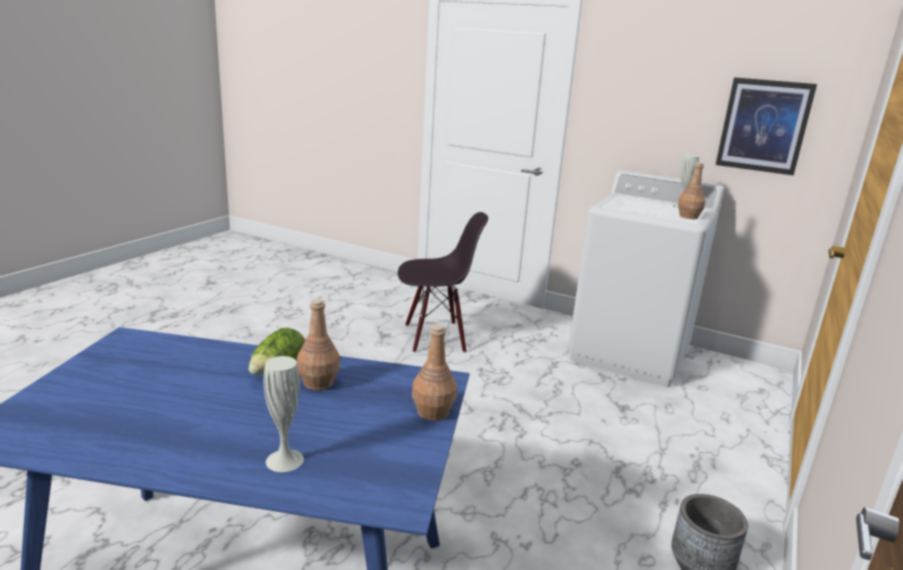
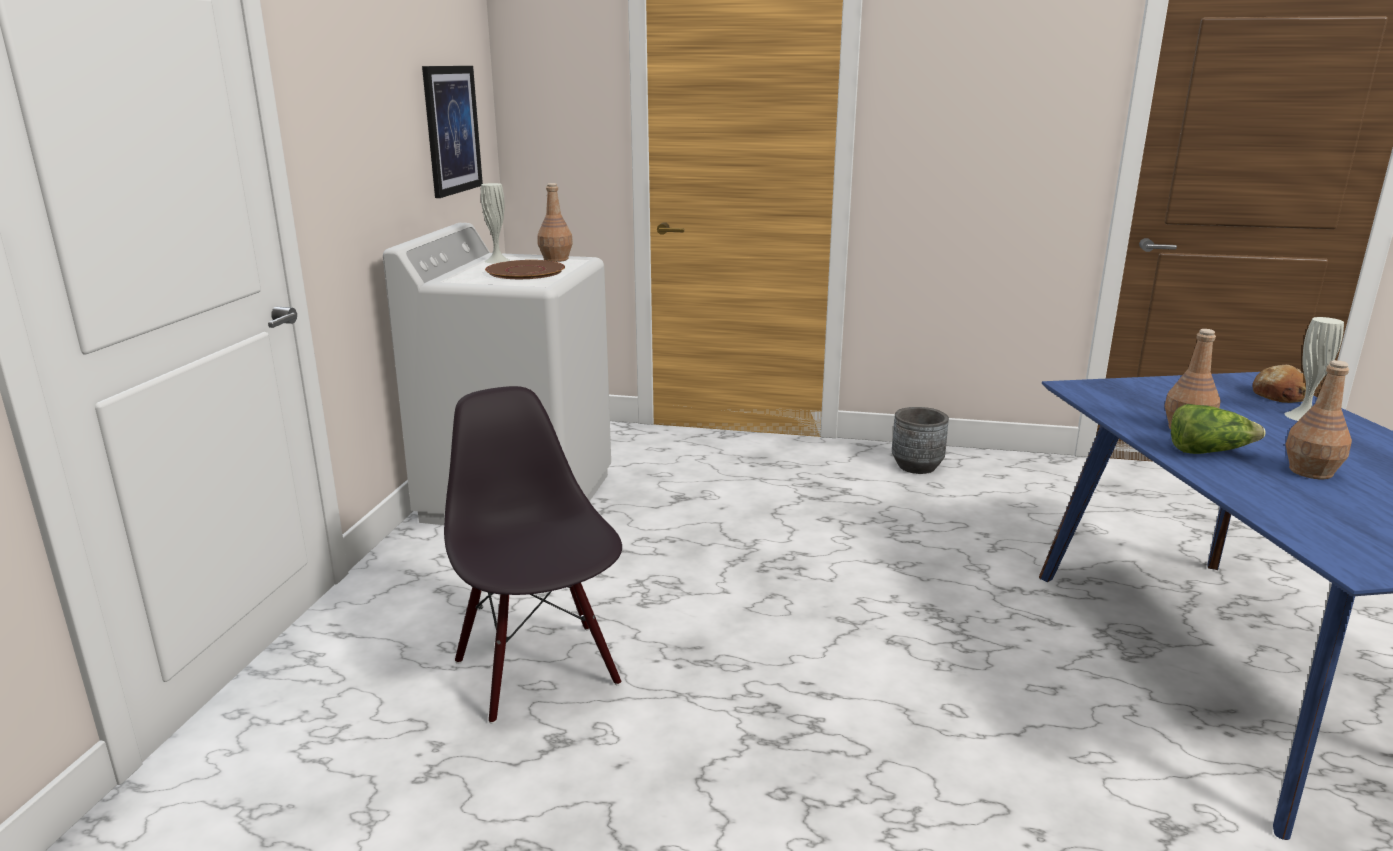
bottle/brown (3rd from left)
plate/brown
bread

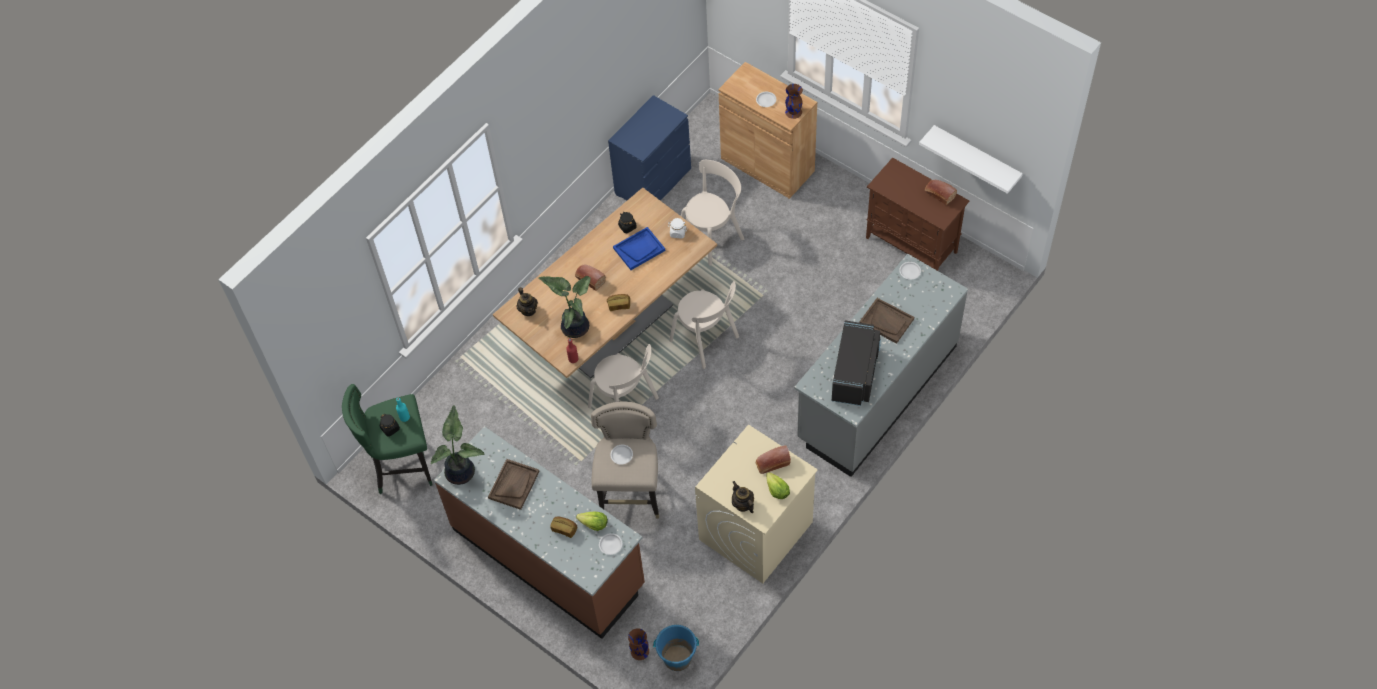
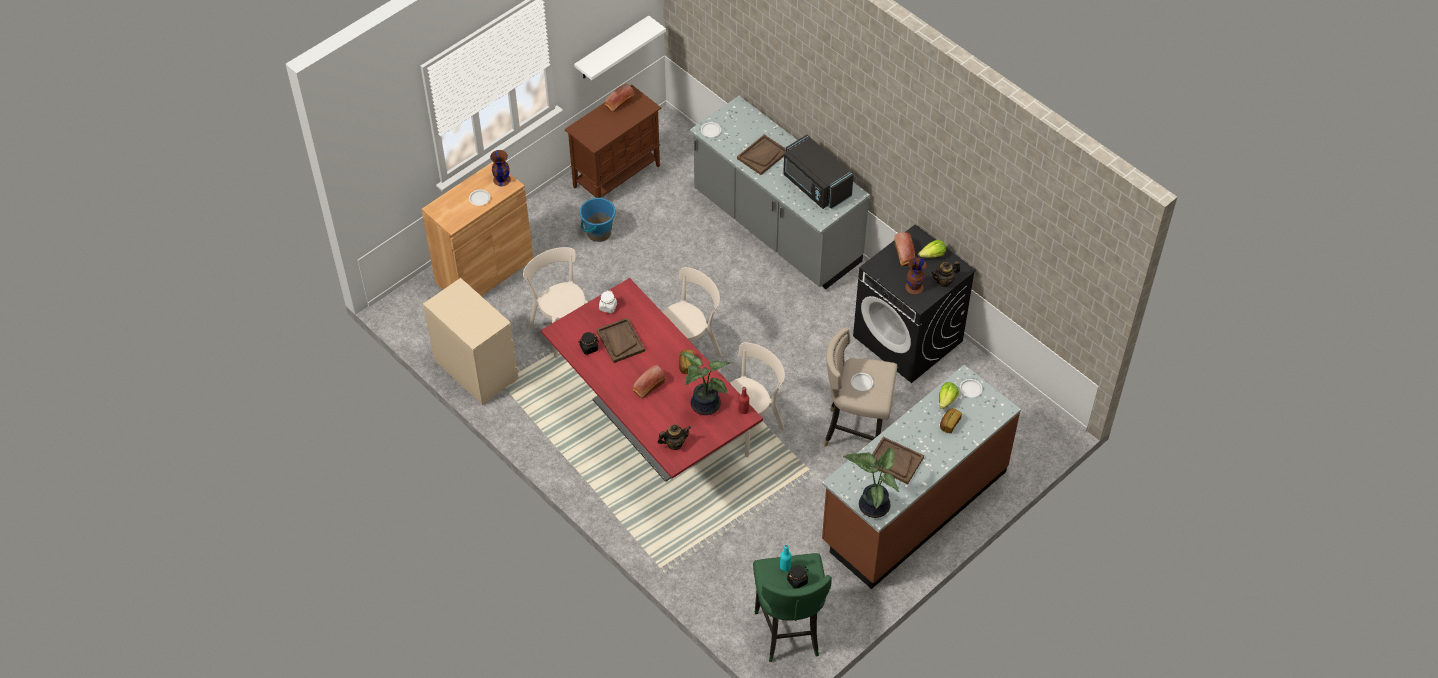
dresser/beige
dining table/red
tray/brown (1st from left)
microwave/black
washing machine/black
bucket/blue
vase/brown (2nd from left)

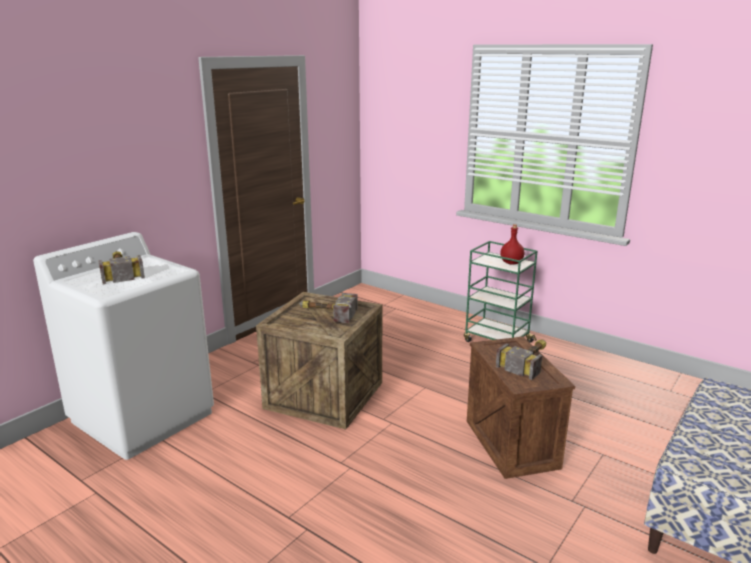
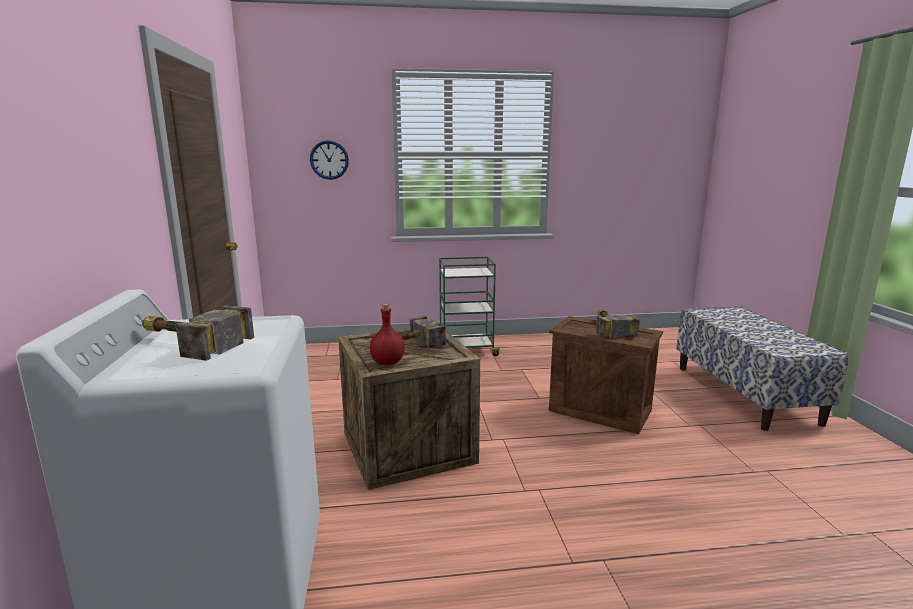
bottle/red
wall clock

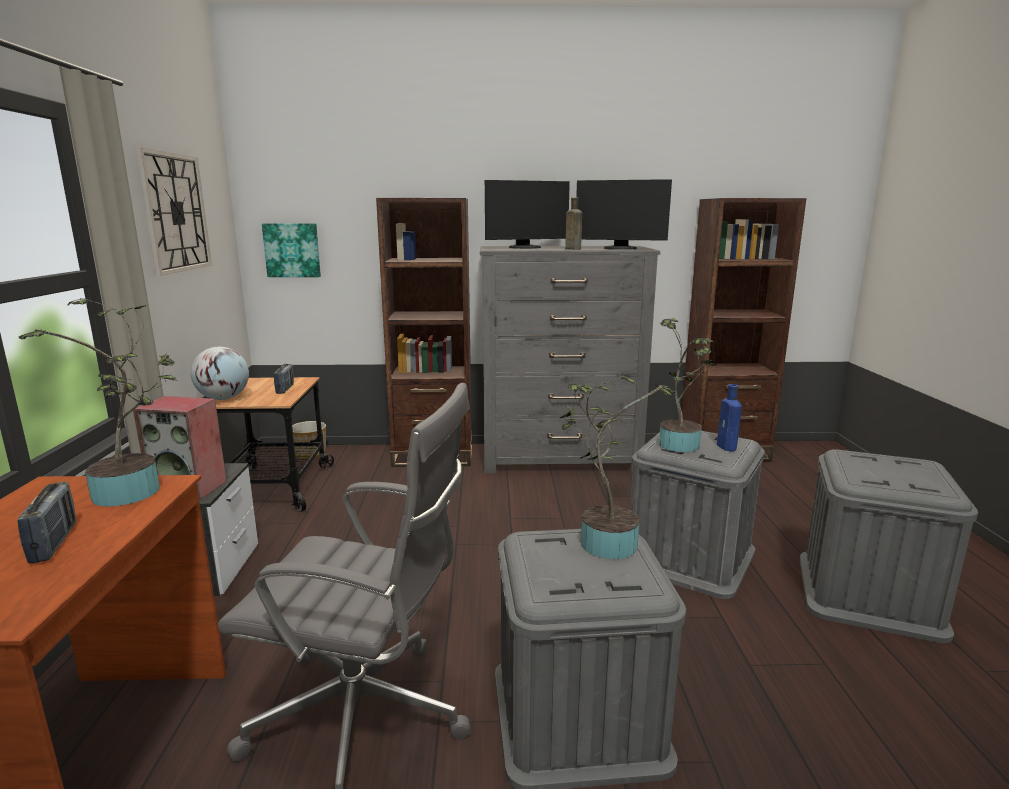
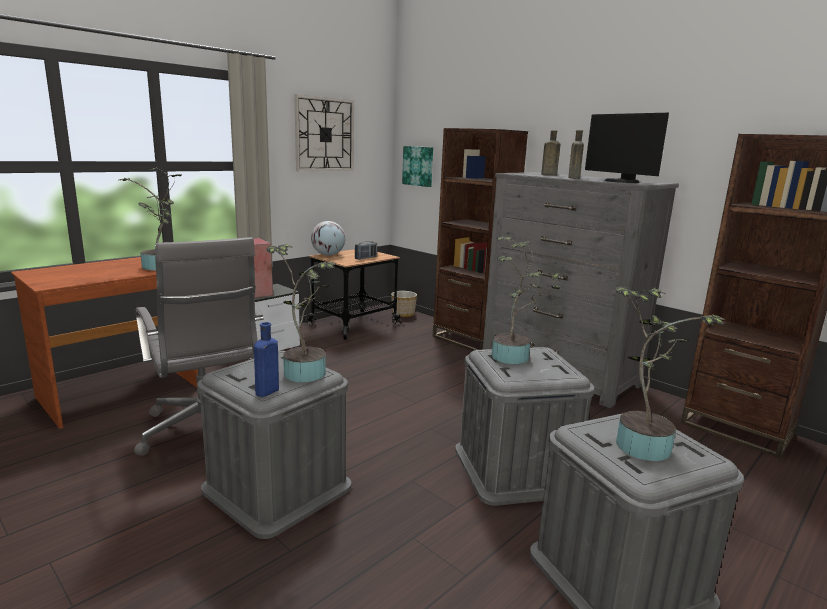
bottle/brown (1st from left)
bottle/blue
radio (1st from left in the first image)
potted plant (4th from left)

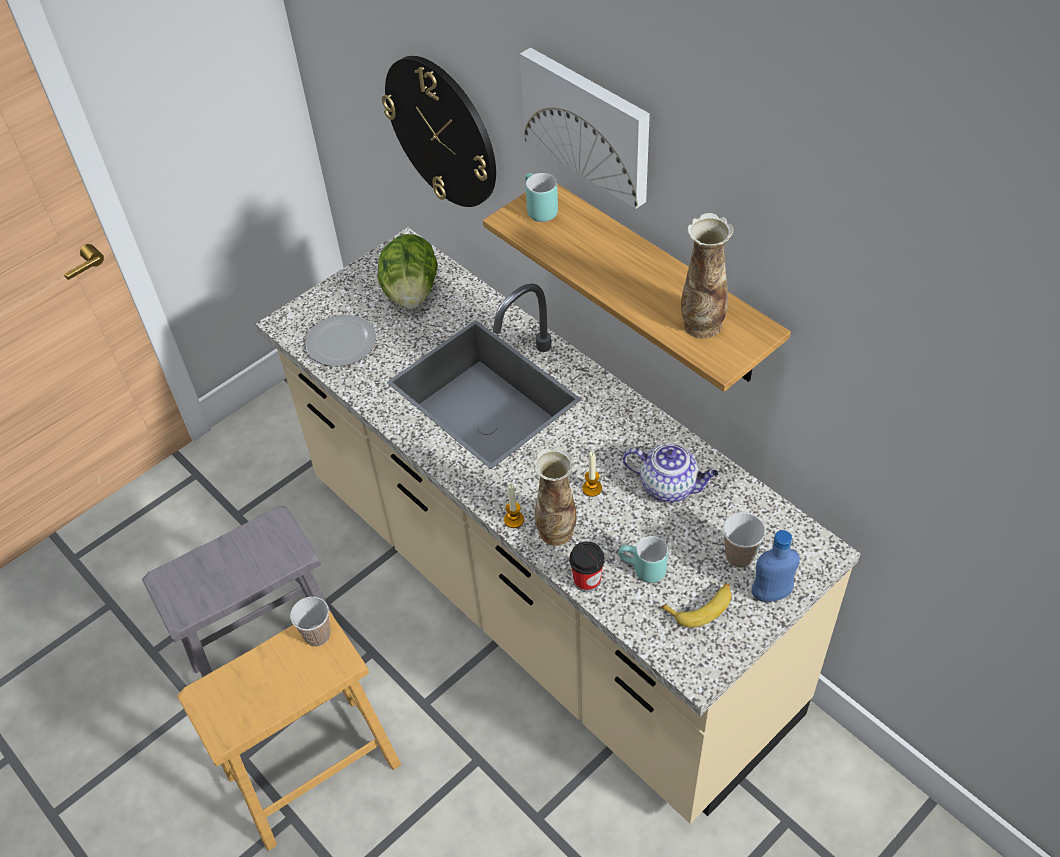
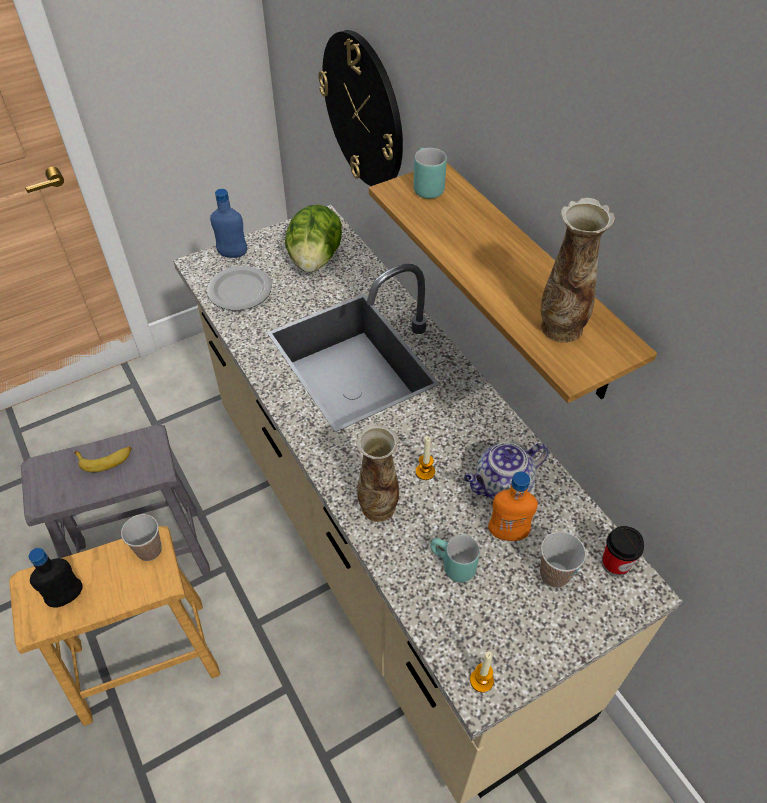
picture
teapot
candle (2nd from left)
bottle/blue
cup (3rd from left)
banana
bottle/orange
bottle/black

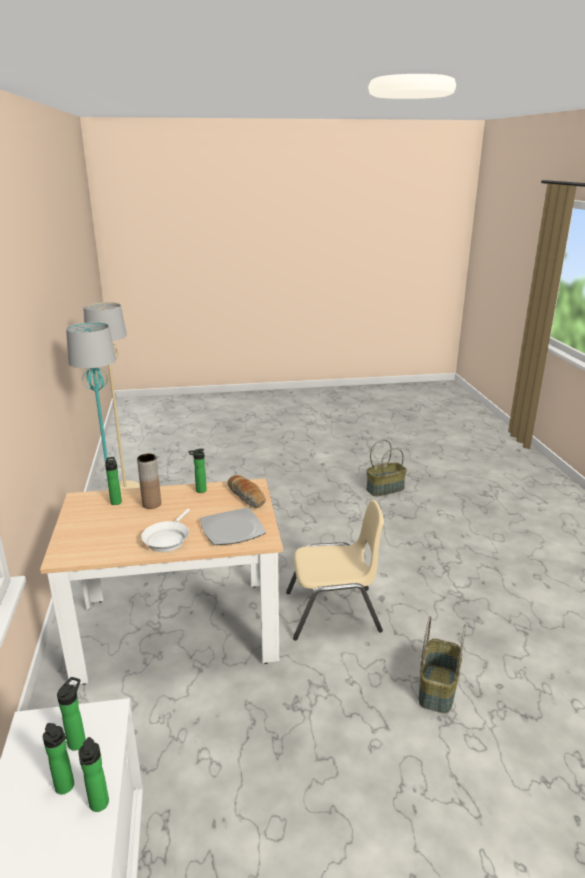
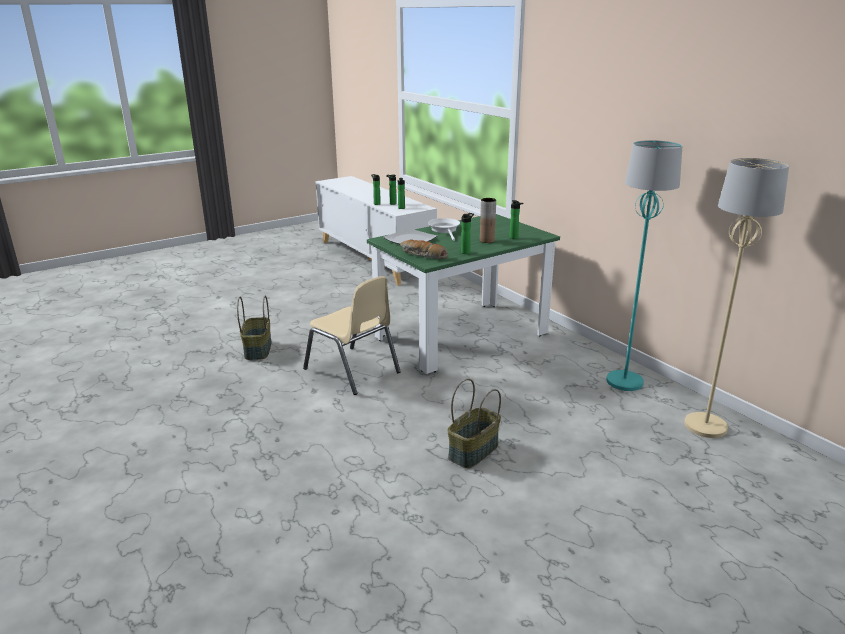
basket (2nd from left)
dining table/green
chair/beige

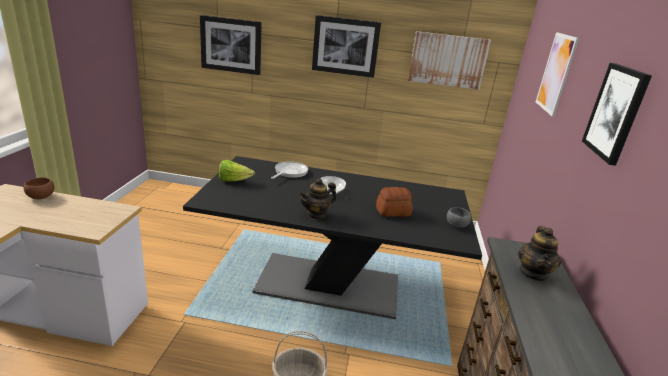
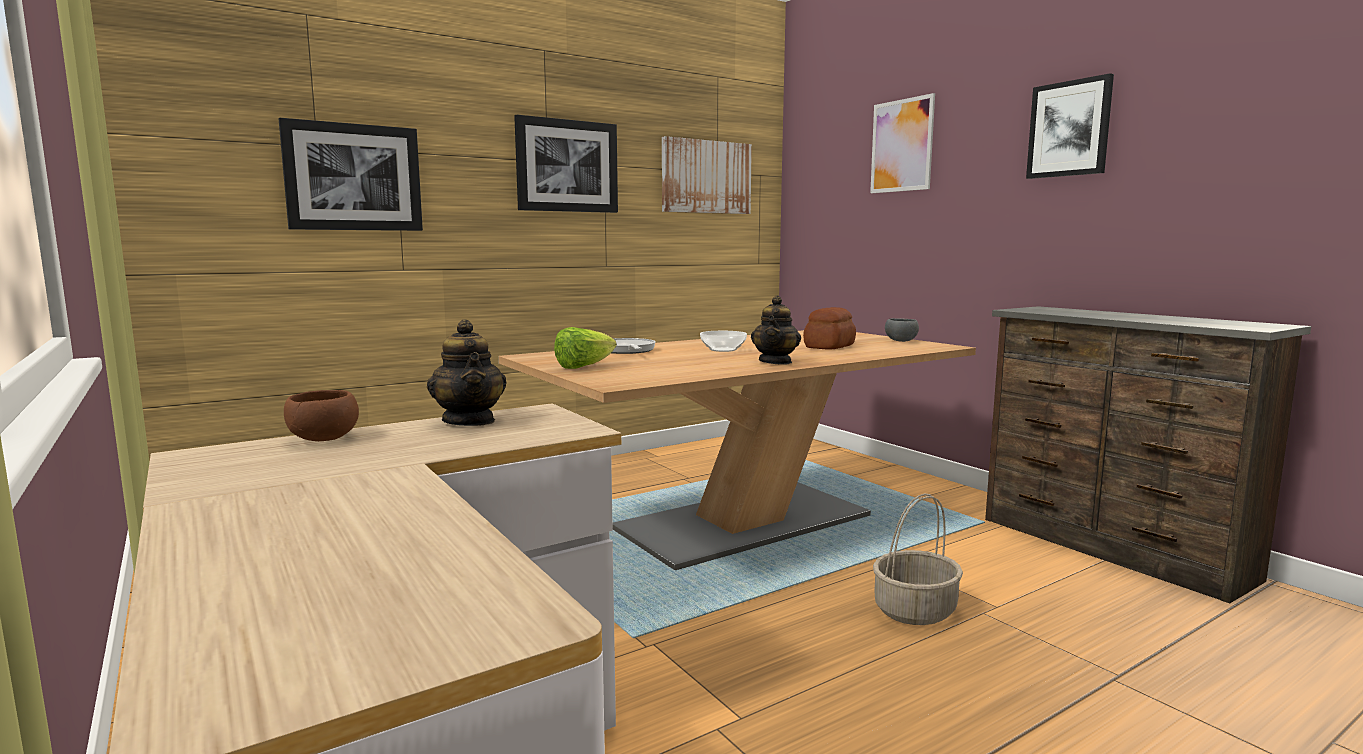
dining table/beige
teapot (1st from left)

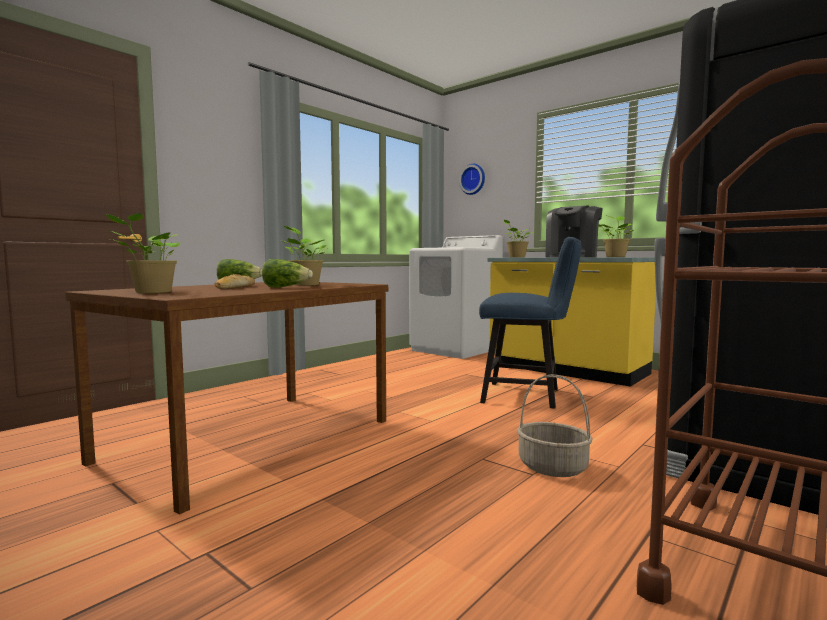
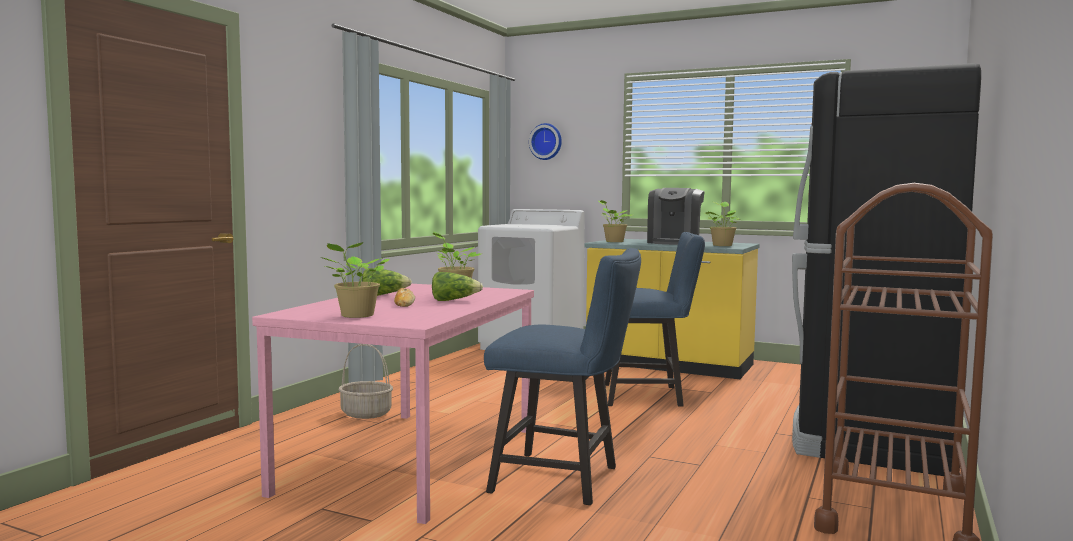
dining table/pink
basket
chair/blue (1st from left)

